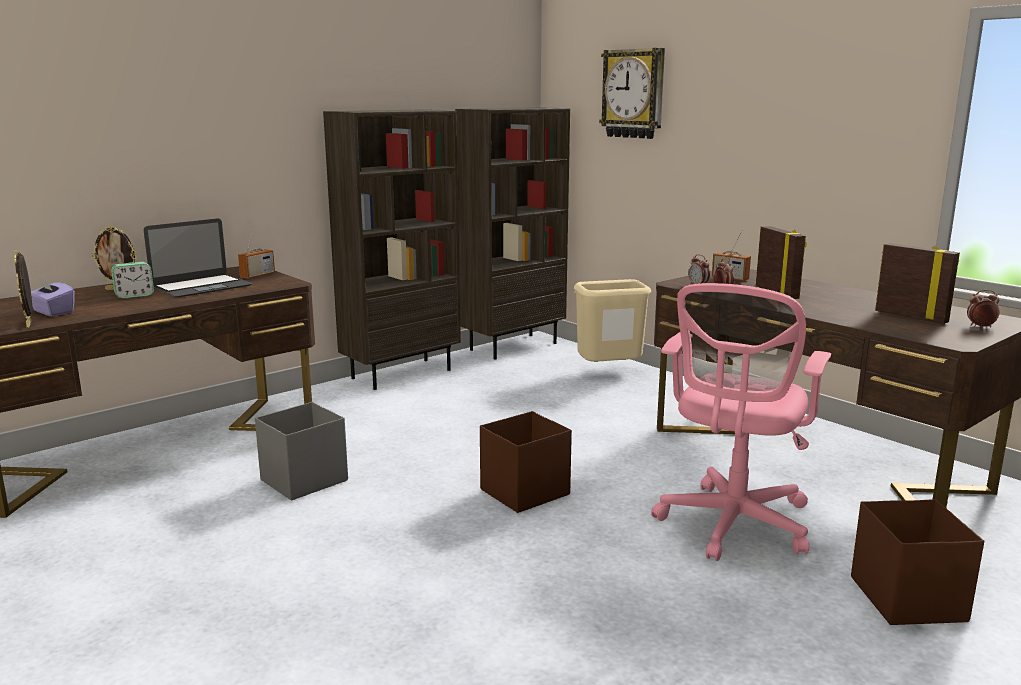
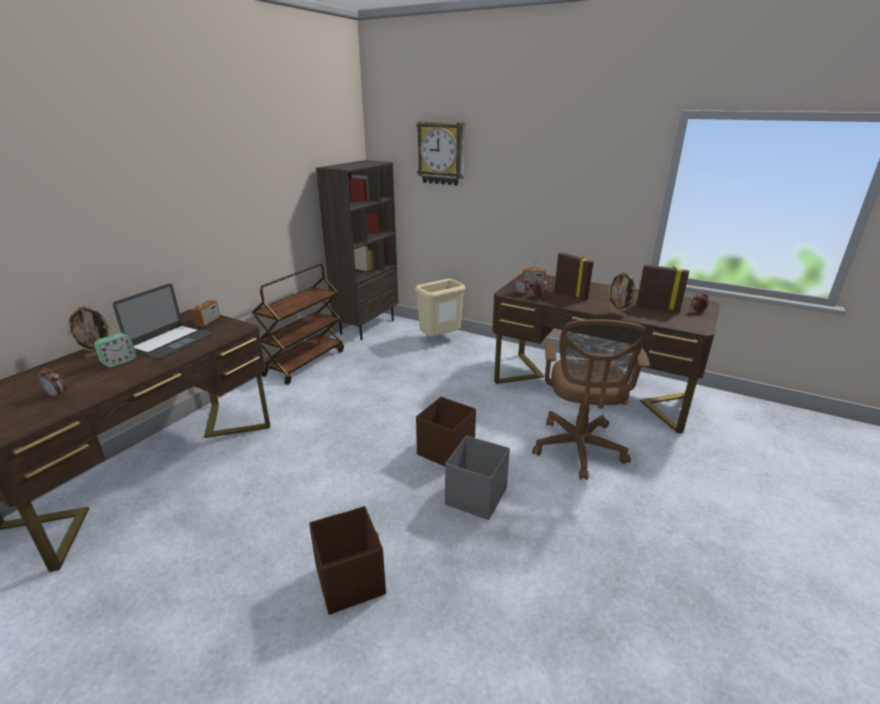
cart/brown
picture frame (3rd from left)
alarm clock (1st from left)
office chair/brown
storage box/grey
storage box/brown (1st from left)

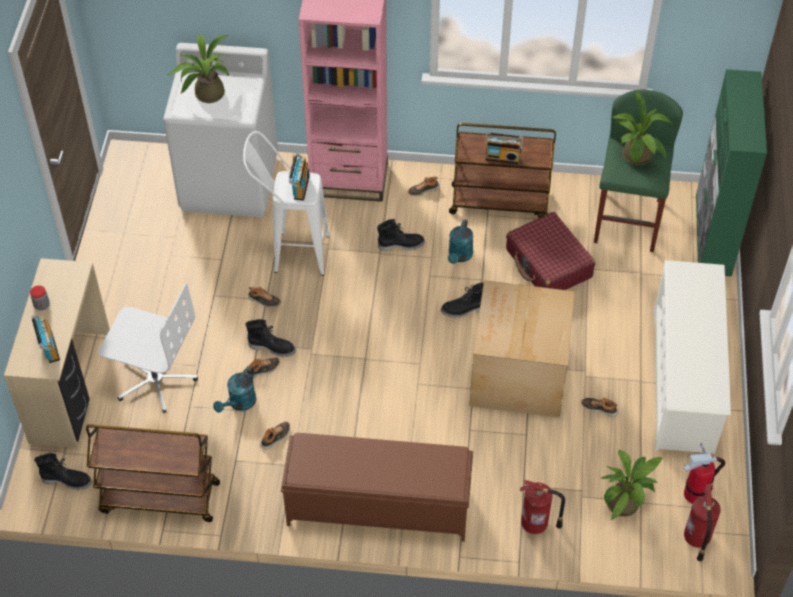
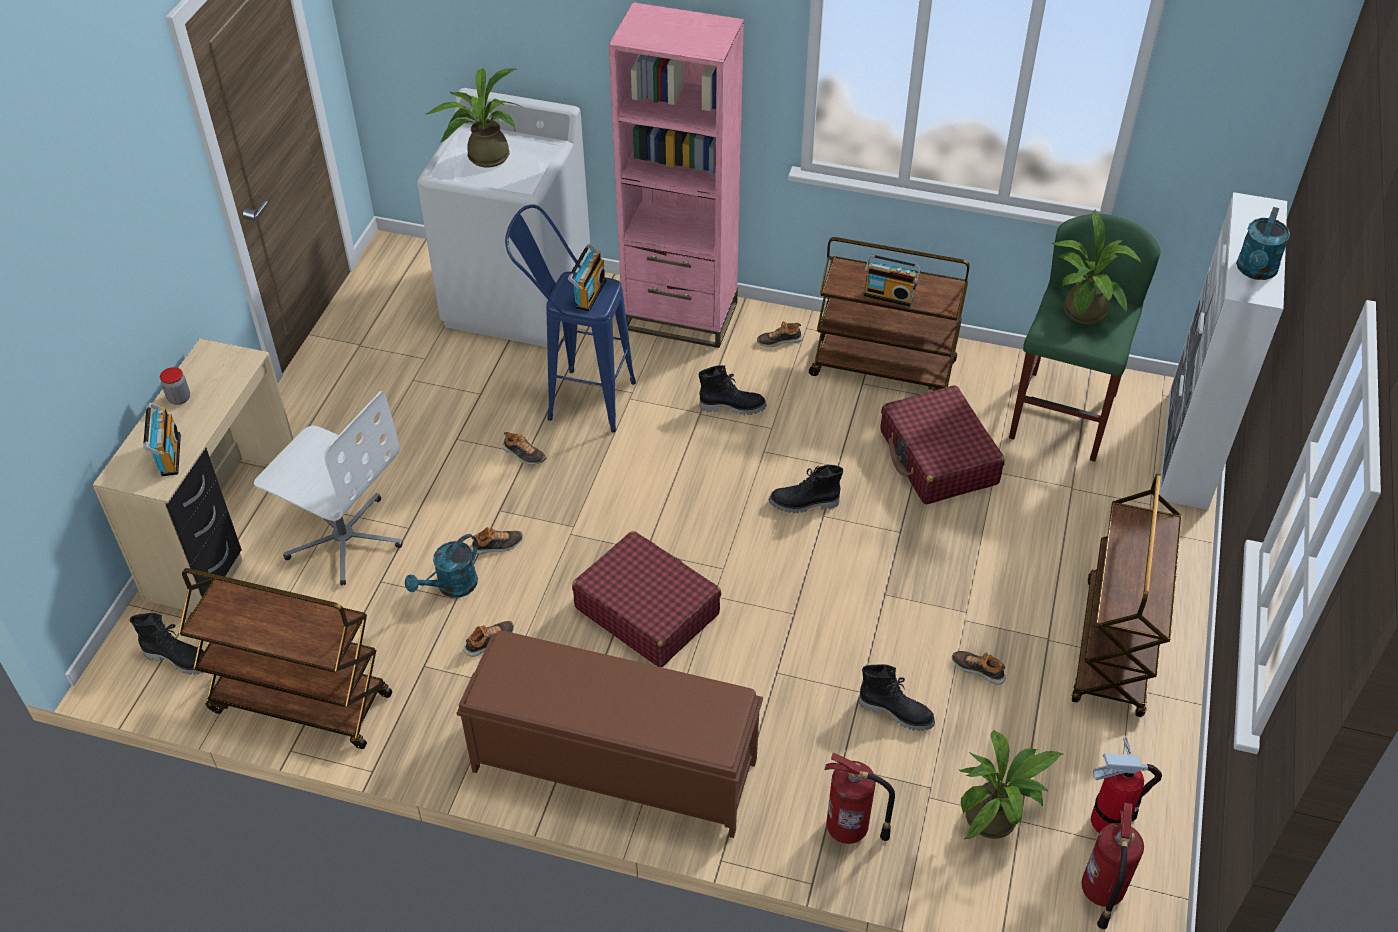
cabinet/white
stool/blue
watering can/turquoise (2nd from left)
cart/brown (3rd from left)
cardboard box
boot/black (4th from left)
suitcase/red (1st from left)

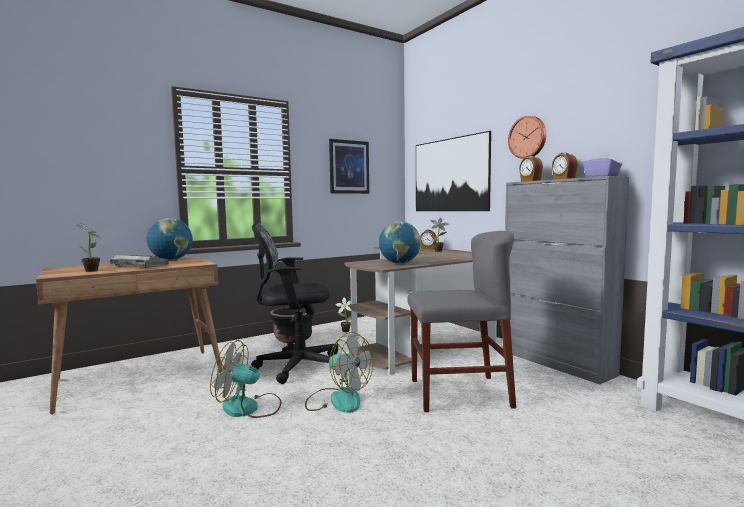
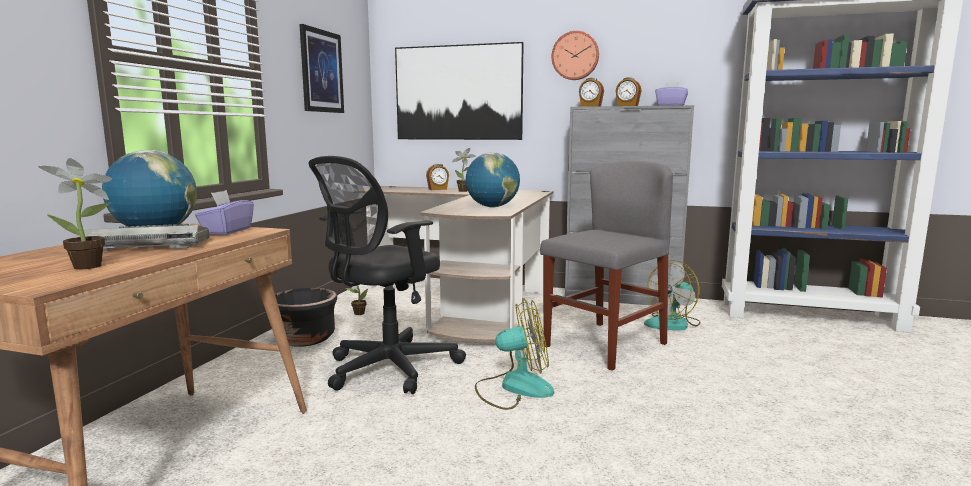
fan (2nd from left)
tissue box/purple (1st from left)

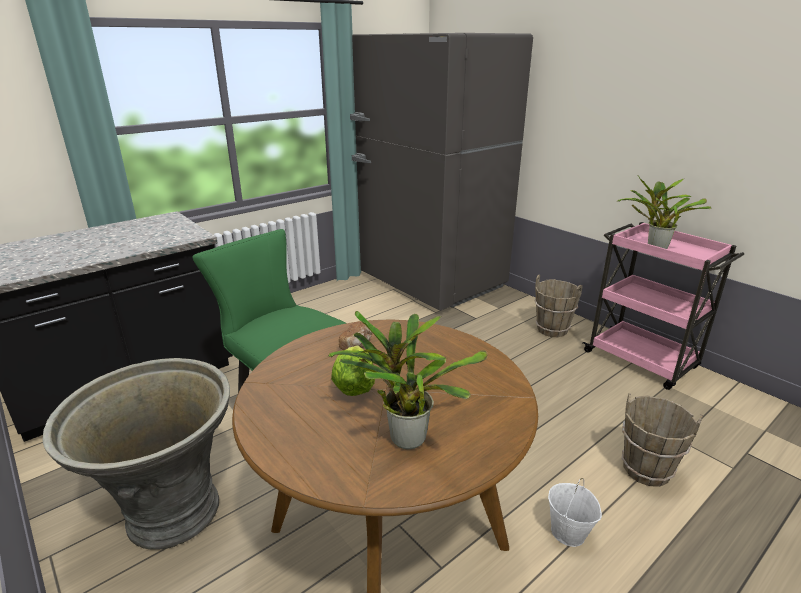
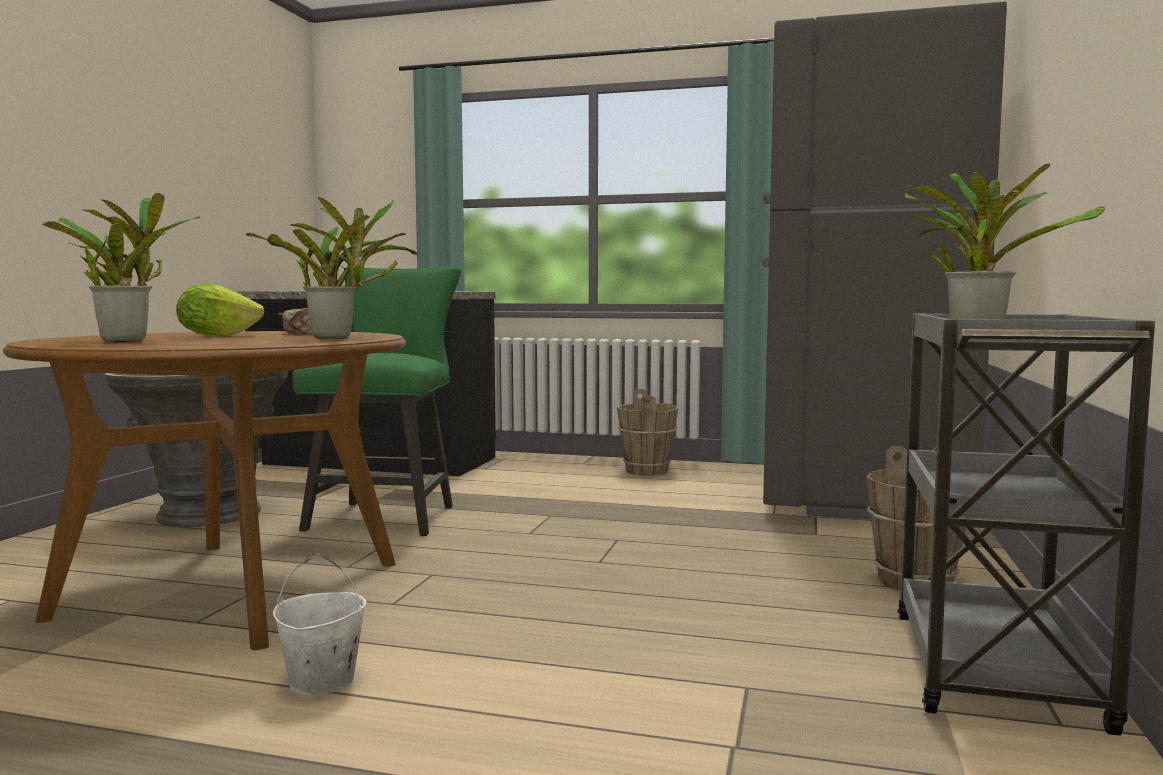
cart/grey
bucket/brown (1st from left)
potted plant (2nd from left)

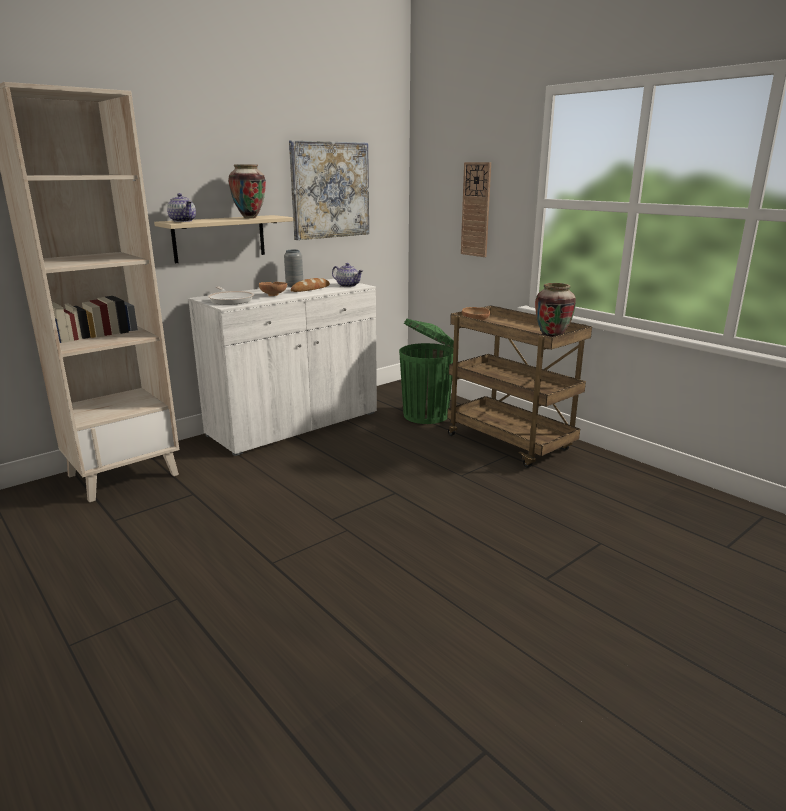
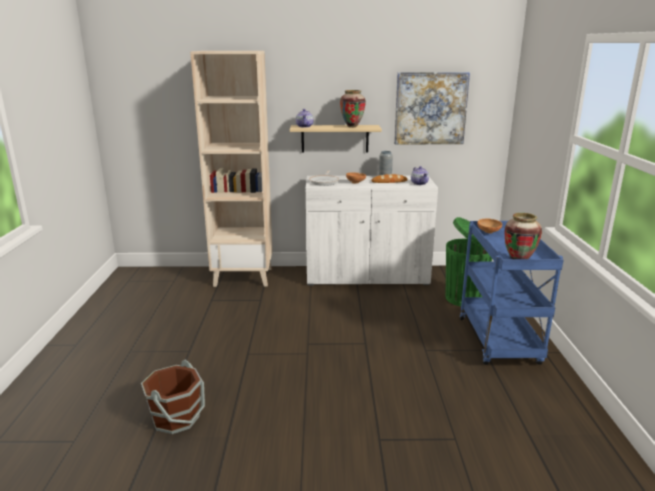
wall clock
cart/blue
bucket/brown

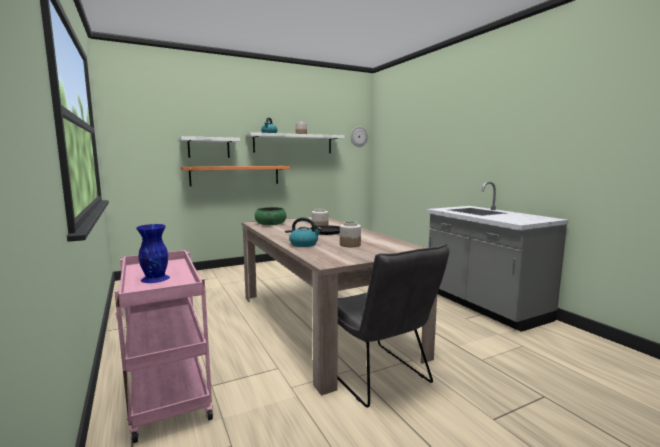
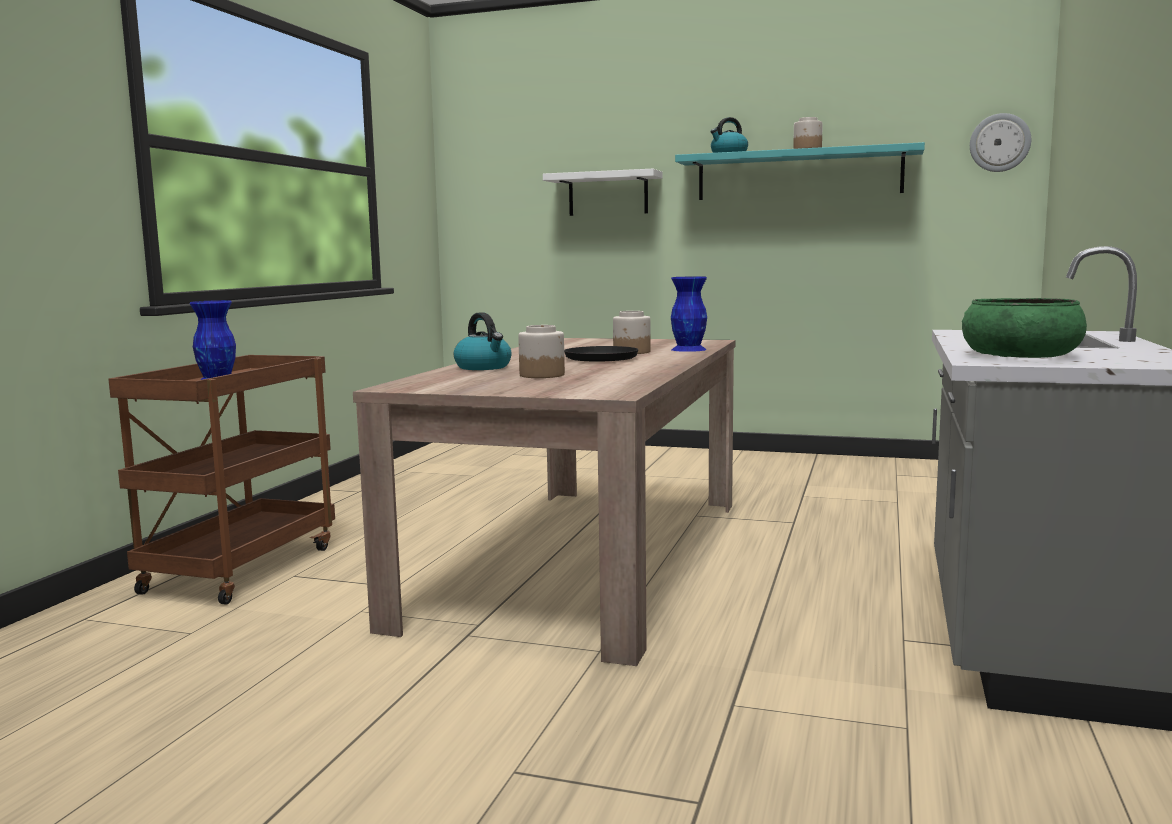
shelf/turquoise
shelf/orange
bowl/green
chair/grey
cart/brown
vase/blue (2nd from left)

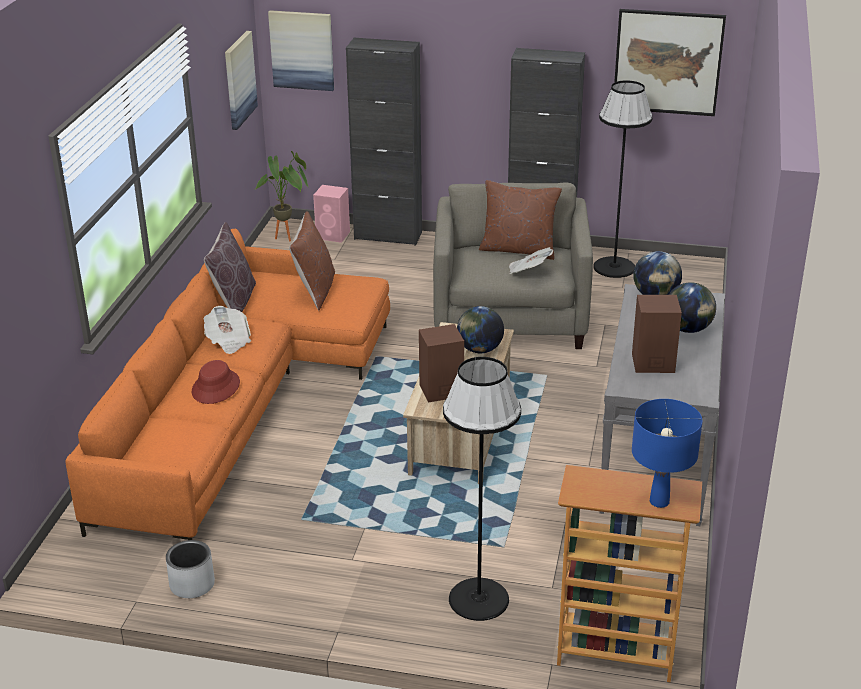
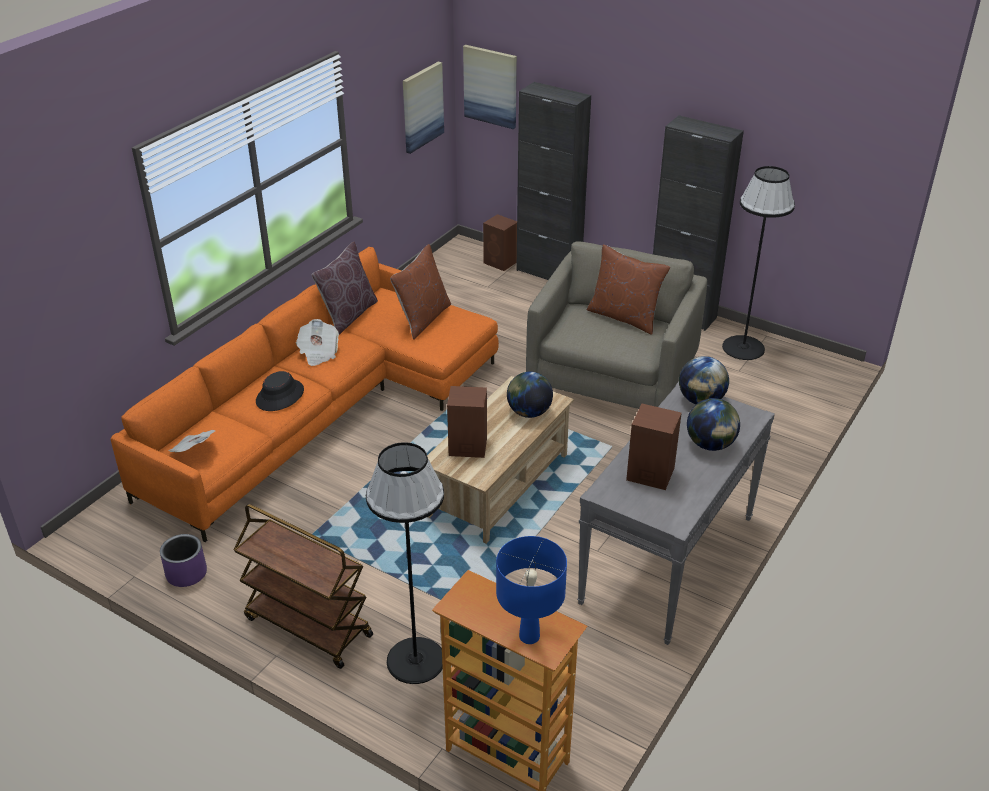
picture (3rd from left in the first image)
potted plant
speaker/brown (2nd from left)
newspaper (1st from left)
hat/black
planter/purple
cart/brown

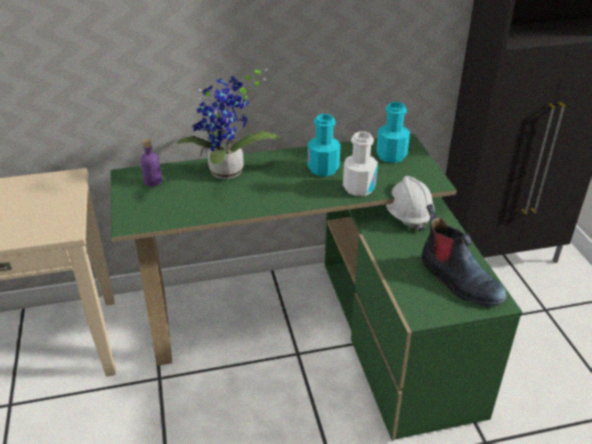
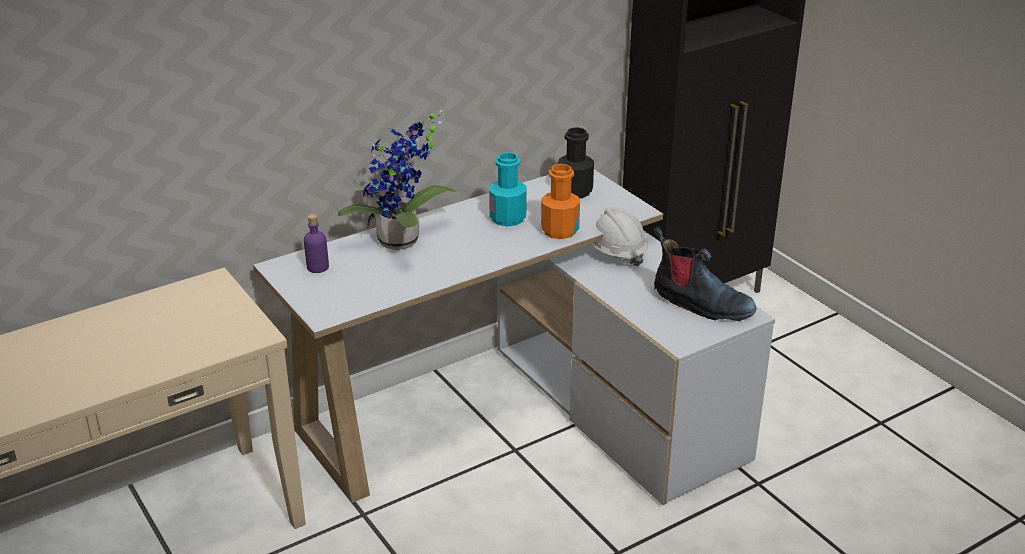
bottle/black
bottle/orange
desk/white

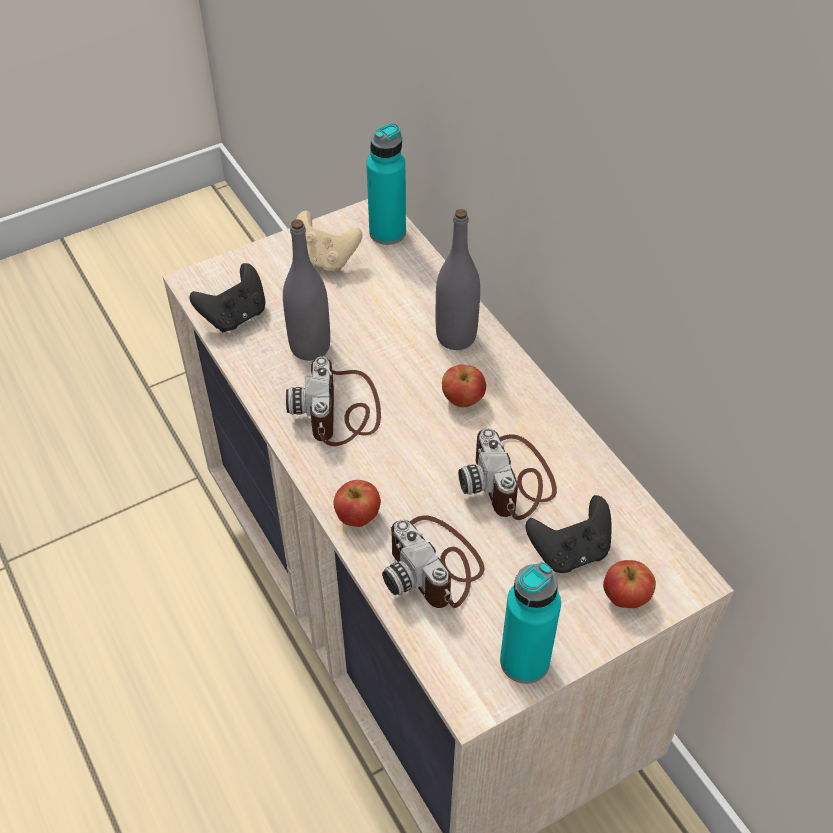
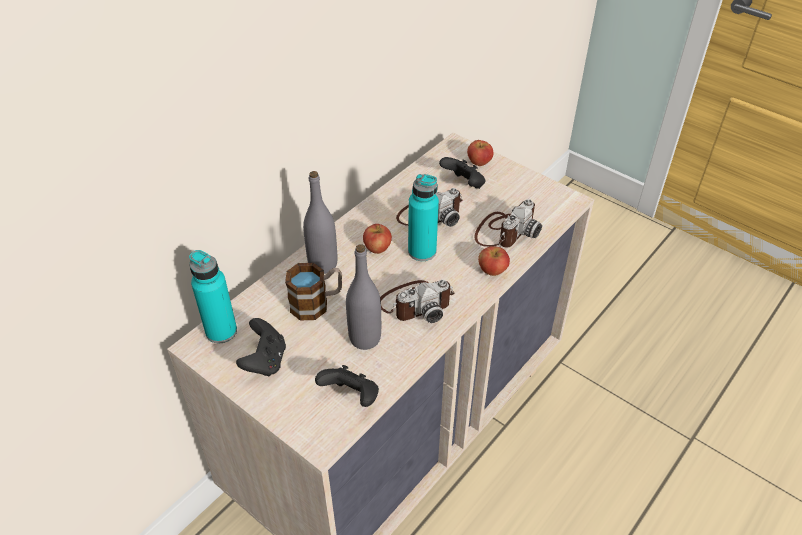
game controller/black (1st from left)
bottle/turquoise (2nd from left)
mug

